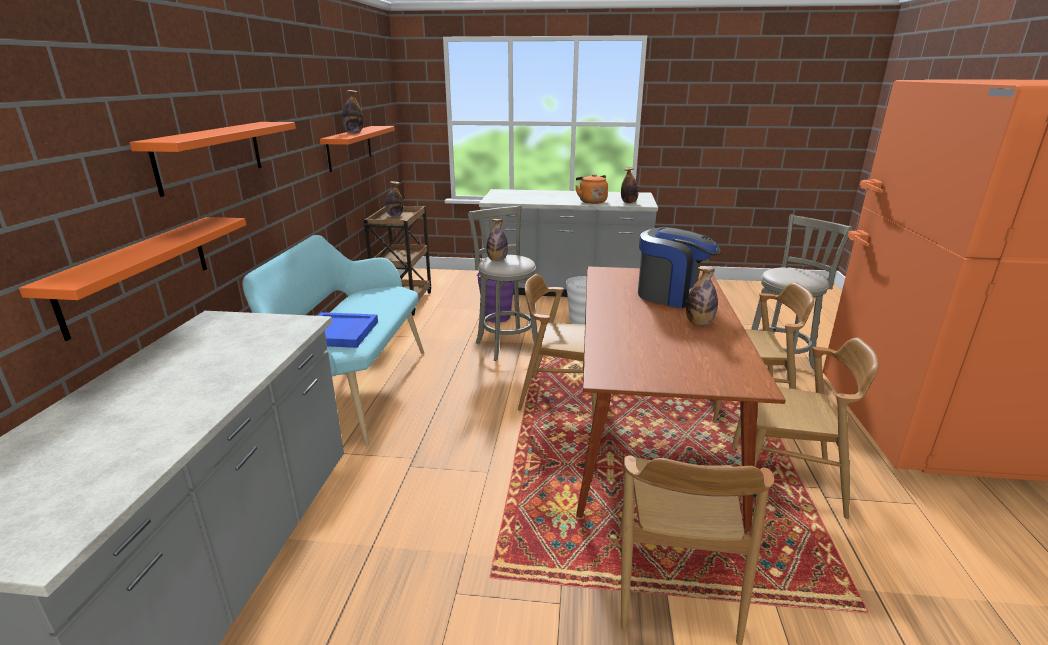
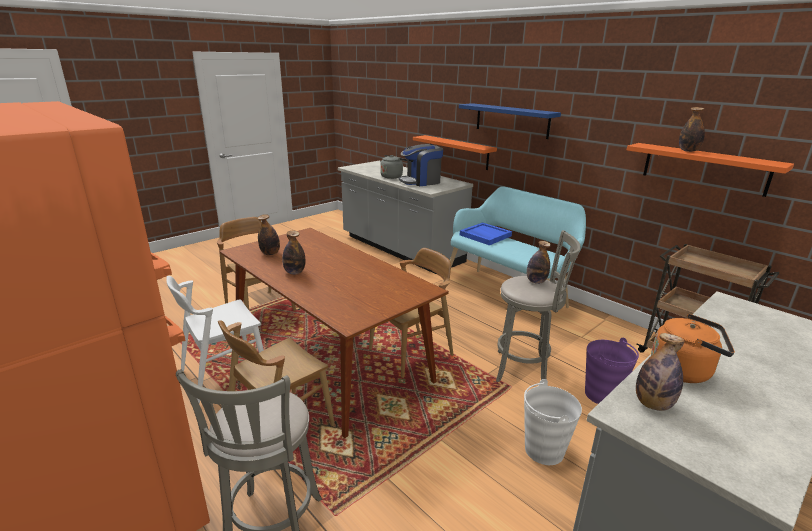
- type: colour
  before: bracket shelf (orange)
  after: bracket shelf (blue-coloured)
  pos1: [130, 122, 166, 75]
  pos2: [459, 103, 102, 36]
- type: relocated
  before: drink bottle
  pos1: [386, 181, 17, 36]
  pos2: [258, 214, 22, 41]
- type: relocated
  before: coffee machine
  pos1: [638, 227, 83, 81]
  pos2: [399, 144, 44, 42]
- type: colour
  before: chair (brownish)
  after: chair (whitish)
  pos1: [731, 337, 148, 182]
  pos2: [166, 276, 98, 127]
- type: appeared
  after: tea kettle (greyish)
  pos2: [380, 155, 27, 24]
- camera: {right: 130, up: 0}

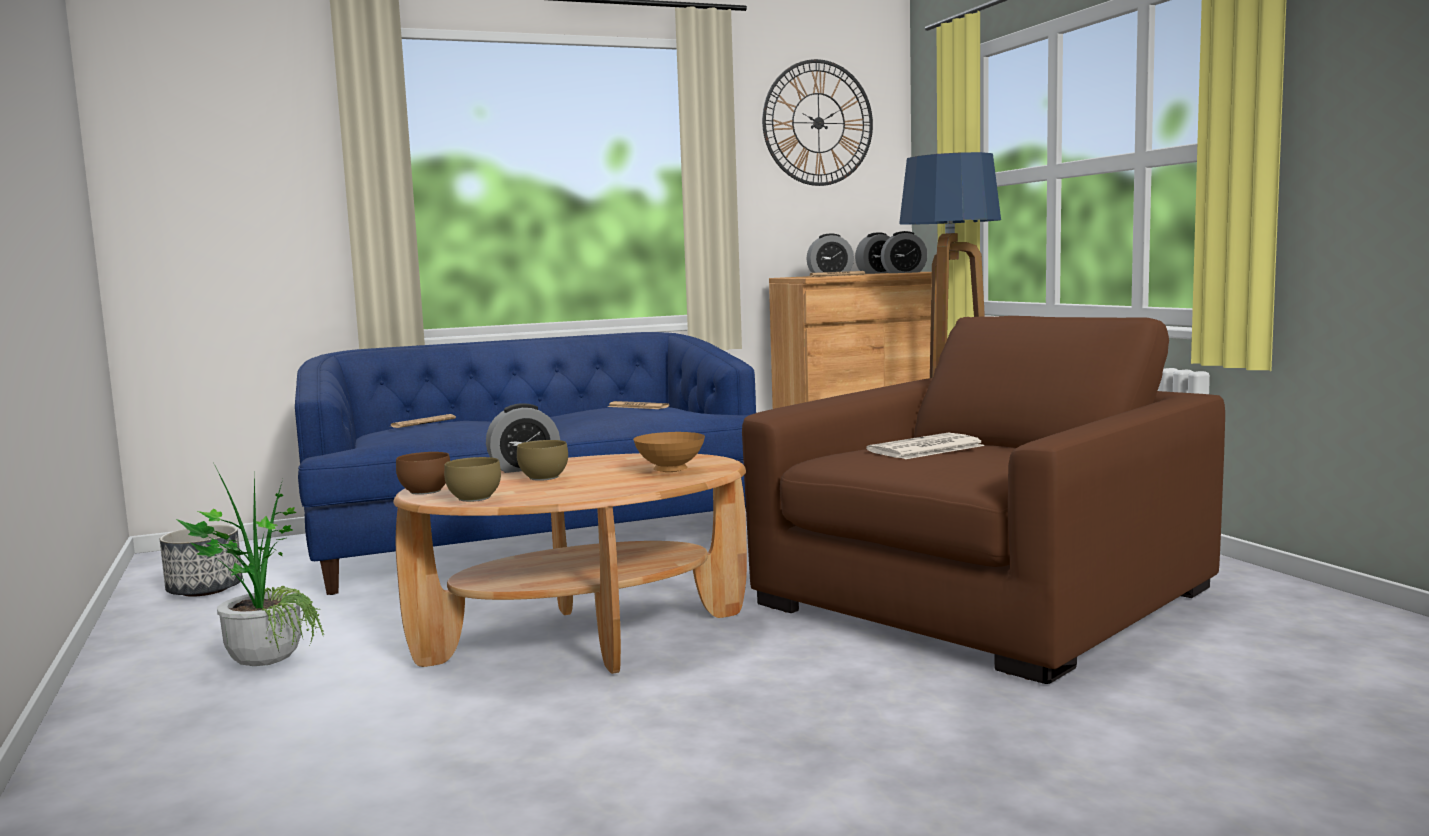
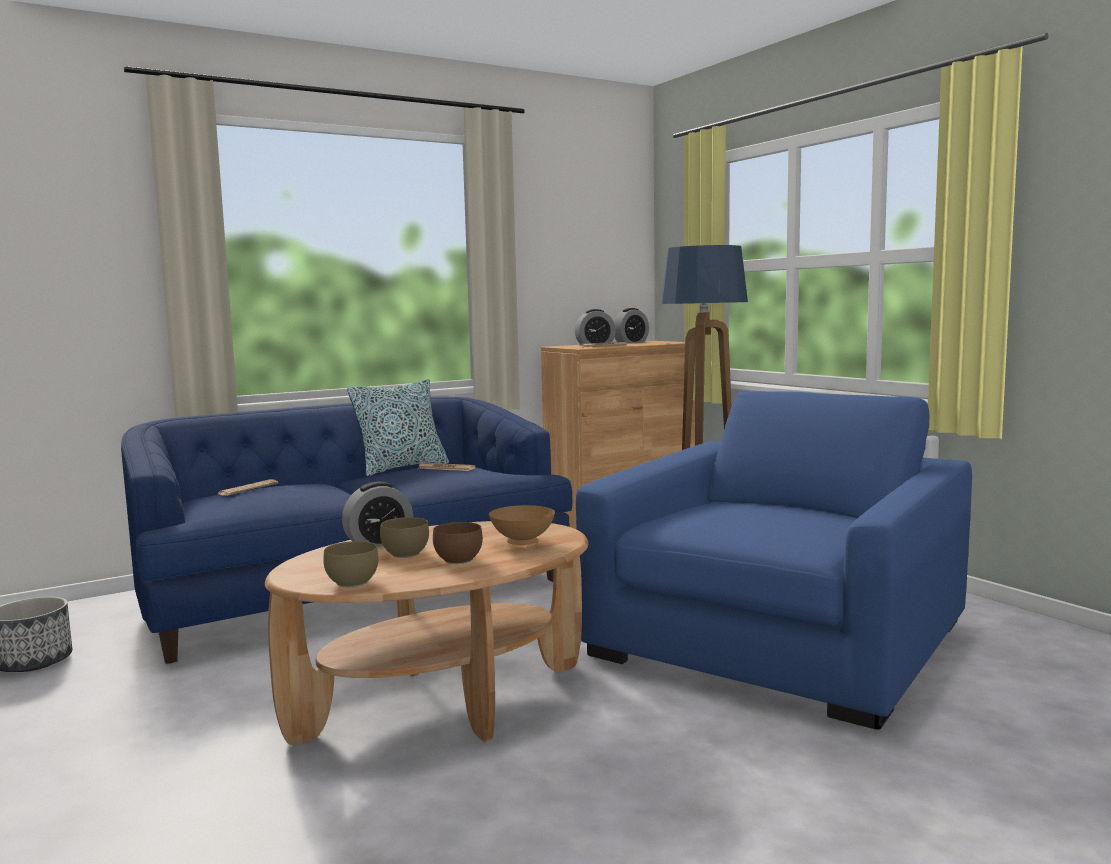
- type: missing
  before: houseplant
  pos1: [177, 464, 148, 202]
- type: relocated
  before: bowl (brownish)
  pos1: [396, 452, 54, 43]
  pos2: [433, 522, 50, 42]
- type: colour
  before: easy chair (brownish)
  after: easy chair (blue-coloured)
  pos1: [742, 316, 483, 368]
  pos2: [576, 391, 396, 338]
- type: missing
  before: hanging clock
  pos1: [762, 59, 111, 127]
- type: missing
  before: newspaper
  pos1: [866, 433, 119, 26]
- type: missing
  before: bedside clock
  pos1: [881, 231, 47, 42]
- type: appeared
  after: pillow
  pos2: [347, 379, 102, 98]
- camera: {right: -10, up: 0}

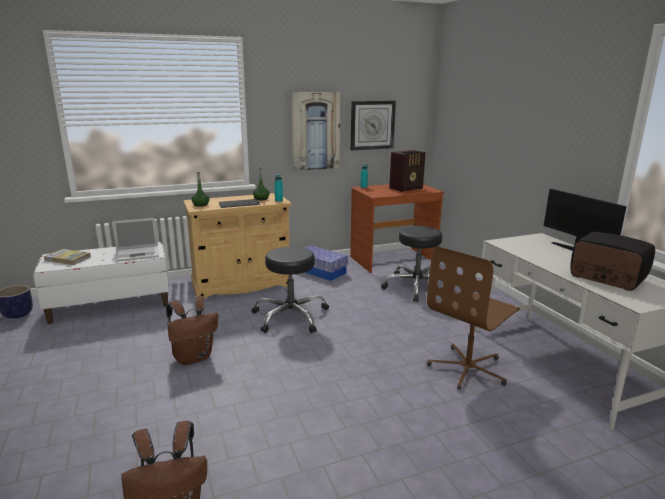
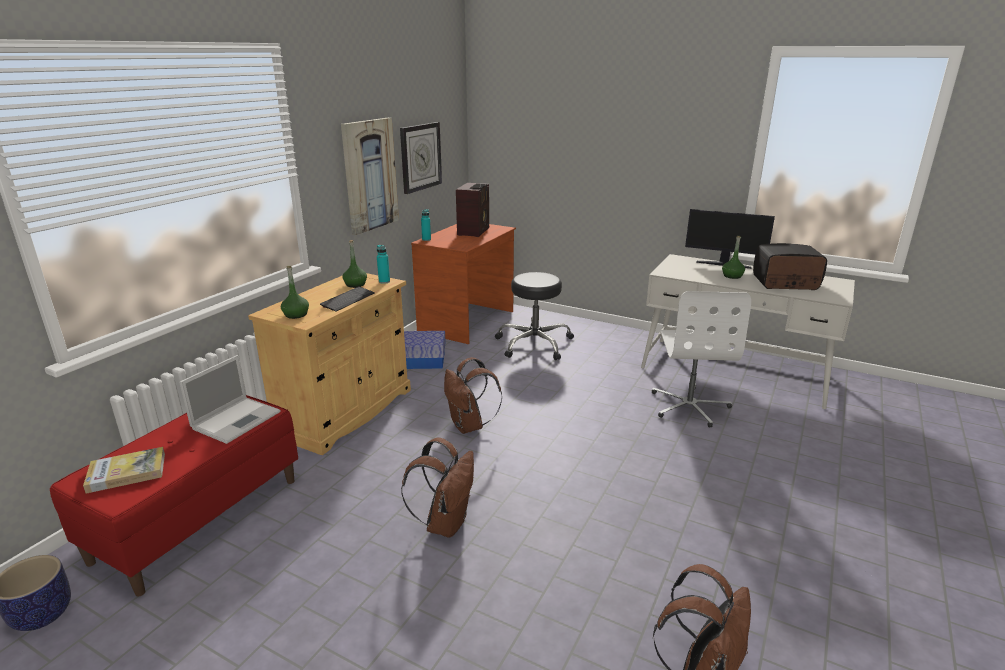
- type: colour
  before: indoor bench (whitish)
  after: indoor bench (red)
  pos1: [34, 242, 135, 82]
  pos2: [50, 395, 248, 202]
- type: exchanged
  before: sitting stool (blackish)
  after: backpack (brownish)
  pos1: [252, 247, 77, 86]
  pos2: [444, 357, 58, 77]
- type: colour
  before: computer chair (brownish)
  after: computer chair (whitish)
  pos1: [427, 246, 93, 144]
  pos2: [652, 291, 99, 137]
- type: appeared
  after: drink bottle (greenish)
  pos2: [722, 236, 23, 43]
- camera: {right: -40, up: 5}

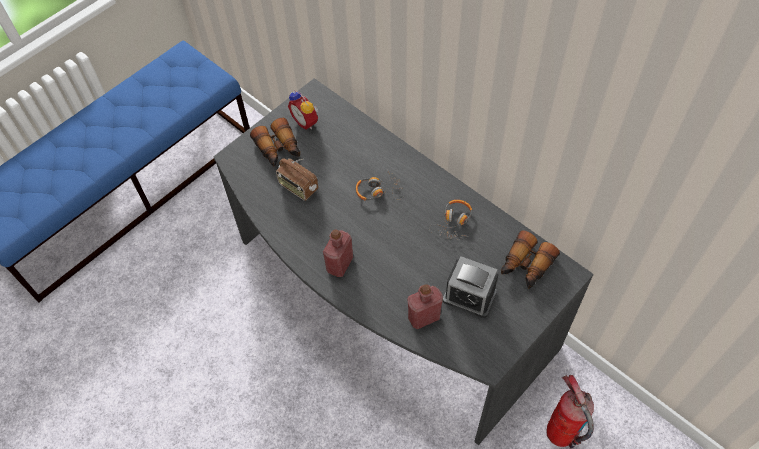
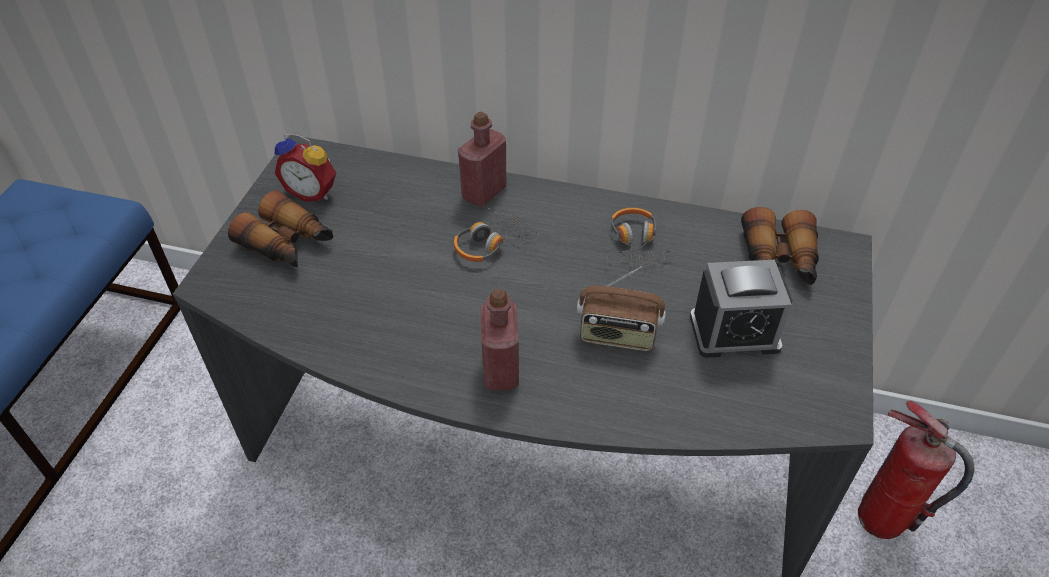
- type: relocated
  before: radio set
  pos1: [276, 158, 42, 43]
  pos2: [577, 266, 89, 85]
- type: relocated
  before: drink bottle (red)
  pos1: [408, 284, 35, 45]
  pos2: [458, 112, 49, 94]
- camera: {right: -30, up: -10}

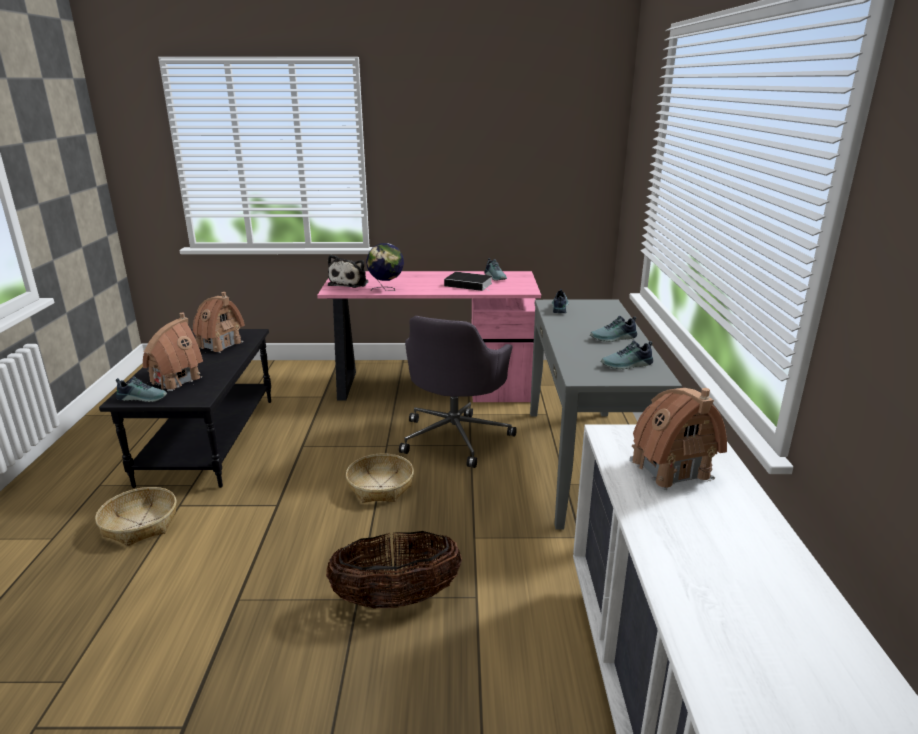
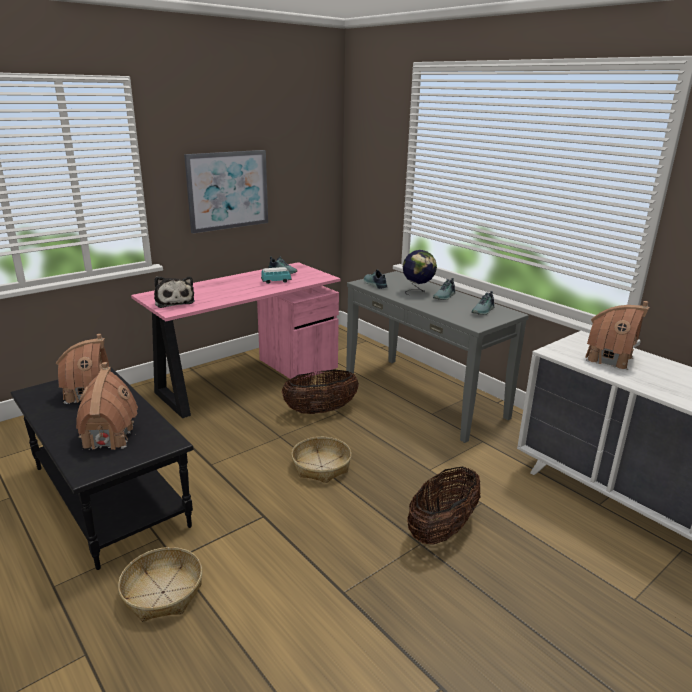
- type: missing
  before: item of footwear
  pos1: [116, 376, 51, 26]
- type: relocated
  before: desk globe
  pos1: [366, 243, 38, 48]
  pos2: [403, 250, 34, 45]
- type: exchanged
  before: computer chair (greyish)
  after: household basket
  pos1: [399, 316, 118, 152]
  pos2: [281, 369, 78, 45]
- type: exchanged
  before: bound book
  after: toy car
  pos1: [444, 272, 48, 19]
  pos2: [261, 267, 31, 17]
- type: appeared
  after: wall picture
  pos2: [184, 150, 84, 84]
- camera: {right: -40, up: 0}

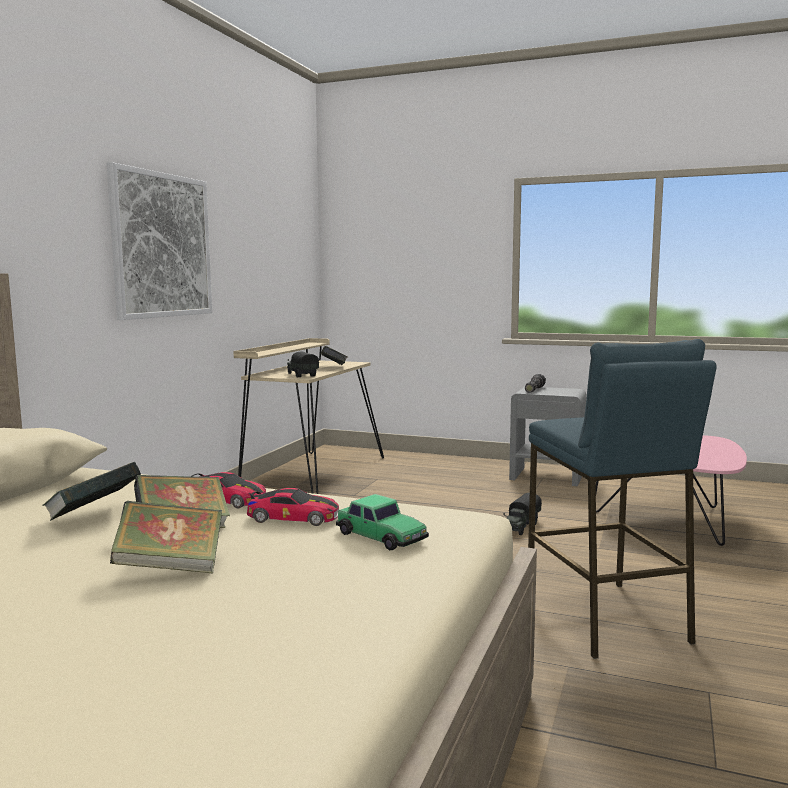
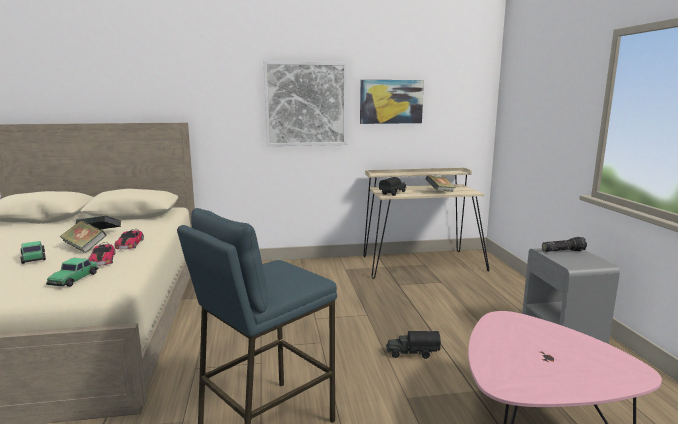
- type: exchanged
  before: bound book
  after: toy car
  pos1: [110, 501, 112, 72]
  pos2: [20, 241, 26, 23]
- type: appeared
  after: wall picture
  pos2: [360, 80, 64, 44]
- camera: {right: 60, up: 5}

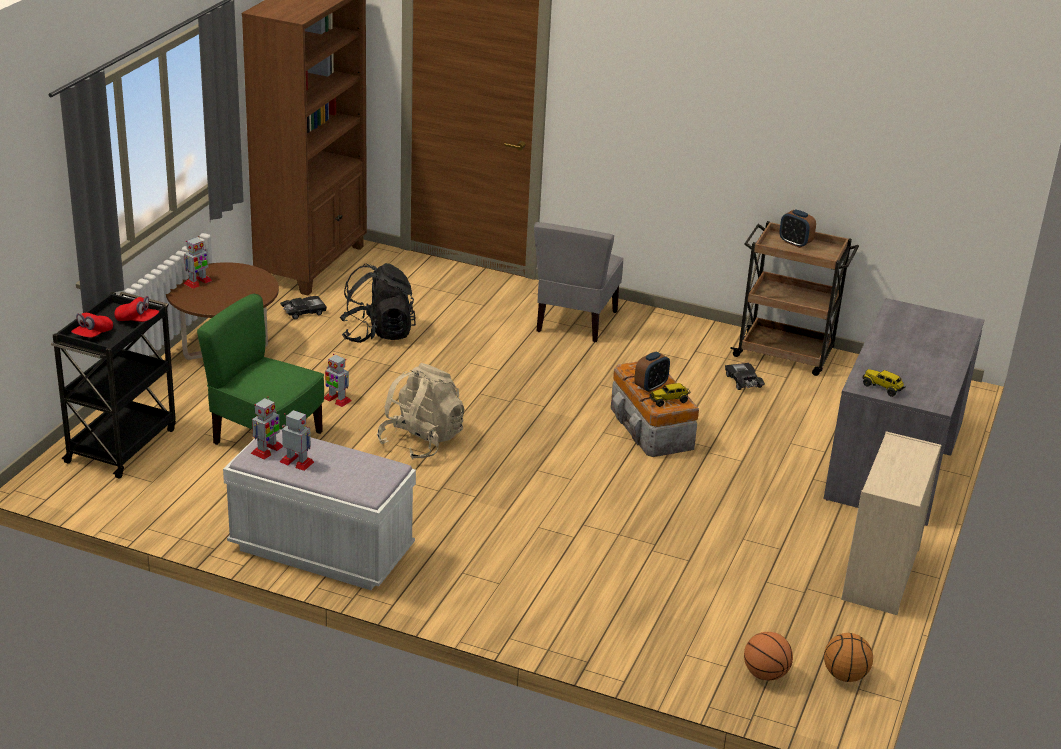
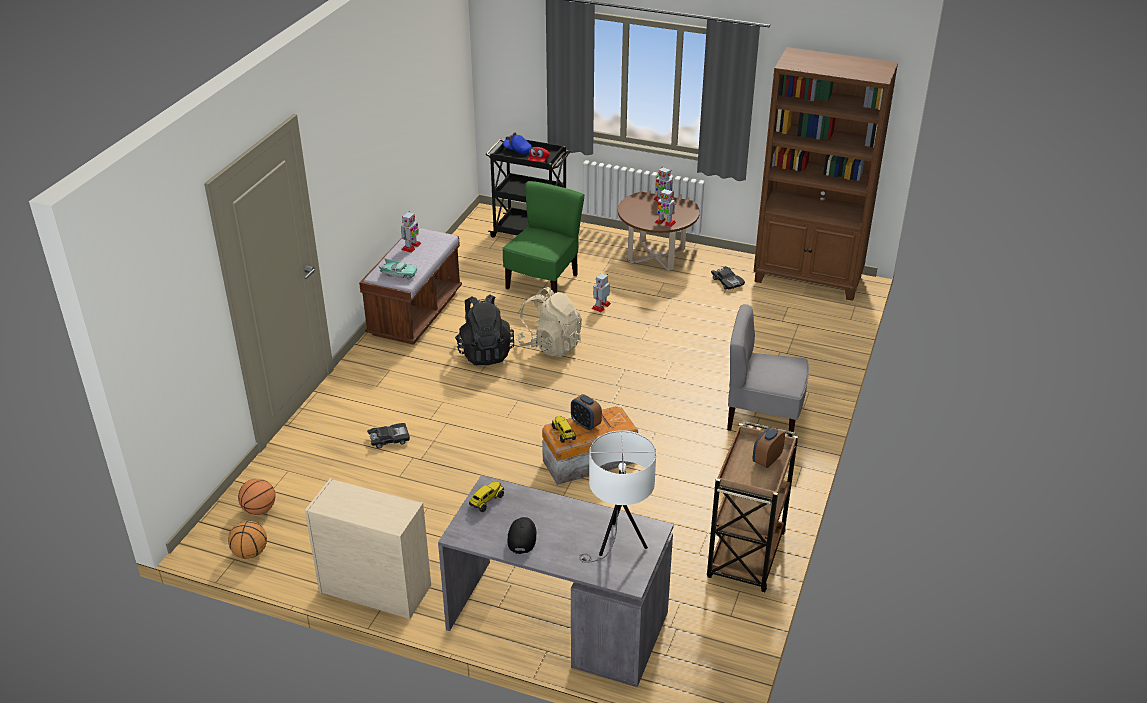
- type: colour
  before: baseball cap (red)
  after: baseball cap (blue-coloured)
  pos1: [71, 313, 42, 25]
  pos2: [503, 132, 29, 23]
- type: colour
  before: indoor bench (whitish)
  after: indoor bench (brownish)
  pos1: [223, 429, 193, 161]
  pos2: [359, 228, 103, 117]
- type: relocated
  before: model robot
  pos1: [251, 396, 32, 64]
  pos2: [655, 188, 21, 39]
- type: relocated
  before: backpack (blackish)
  pos1: [340, 263, 76, 80]
  pos2: [455, 294, 59, 71]
- type: relocated
  before: toy car (blackish)
  pos1: [725, 363, 40, 27]
  pos2: [367, 423, 43, 26]
- type: appeared
  after: toy car (turquoise)
  pos2: [378, 258, 39, 21]
- type: appeared
  after: baseball cap (blackish)
  pos2: [508, 517, 28, 37]
- type: appeared
  after: table lamp (whitish)
  pos2: [579, 430, 77, 133]
- camera: {right: 90, up: 5}

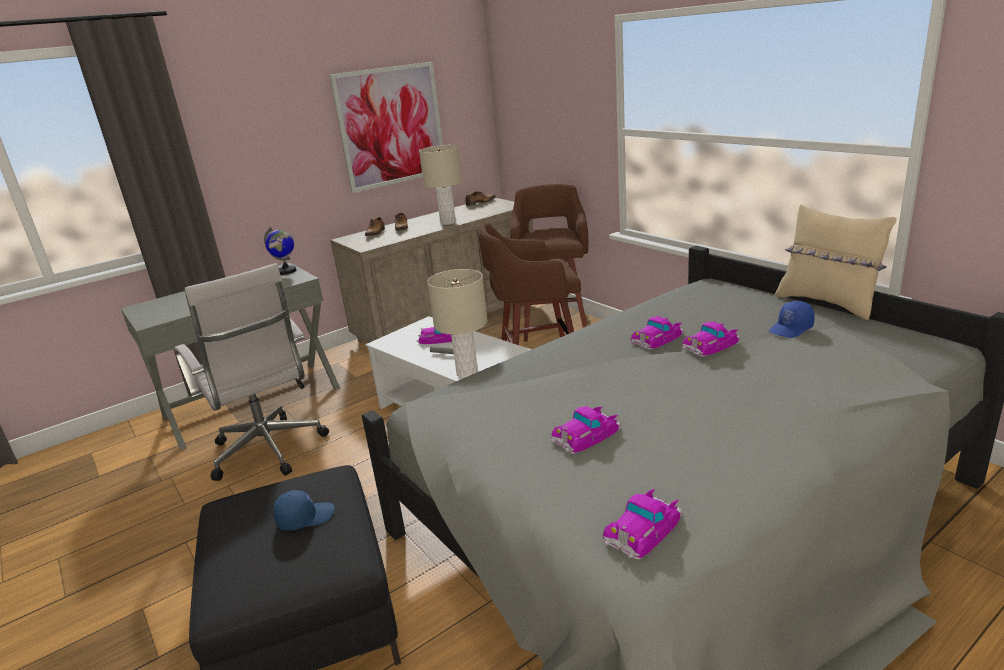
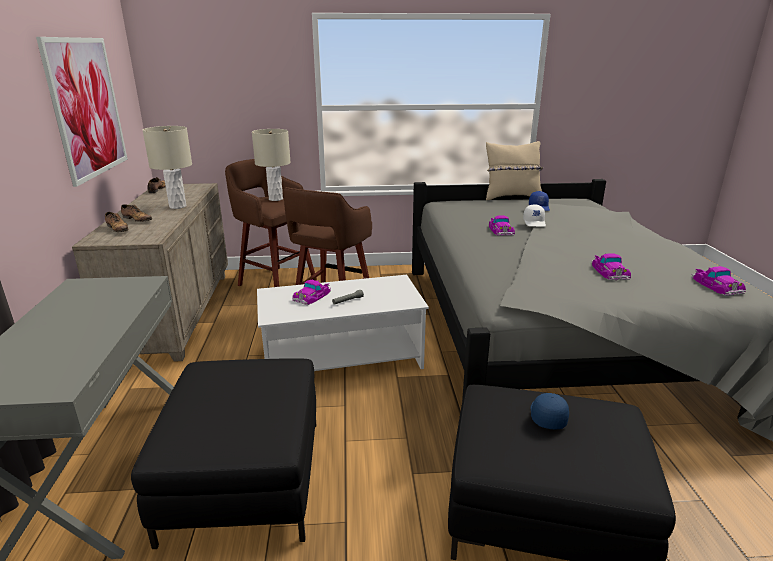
- type: exchanged
  before: computer chair (whitish)
  after: pouffe (blackish)
  pos1: [174, 263, 155, 218]
  pos2: [131, 358, 185, 191]
- type: missing
  before: desk globe
  pos1: [264, 227, 32, 48]
- type: relocated
  before: table lamp (beige-coloured)
  pos1: [427, 269, 61, 109]
  pos2: [252, 129, 39, 72]
- type: exchanged
  before: toy car
  after: baseball cap (whitish)
  pos1: [682, 322, 58, 35]
  pos2: [523, 204, 23, 23]
- camera: {right: -60, up: 0}

